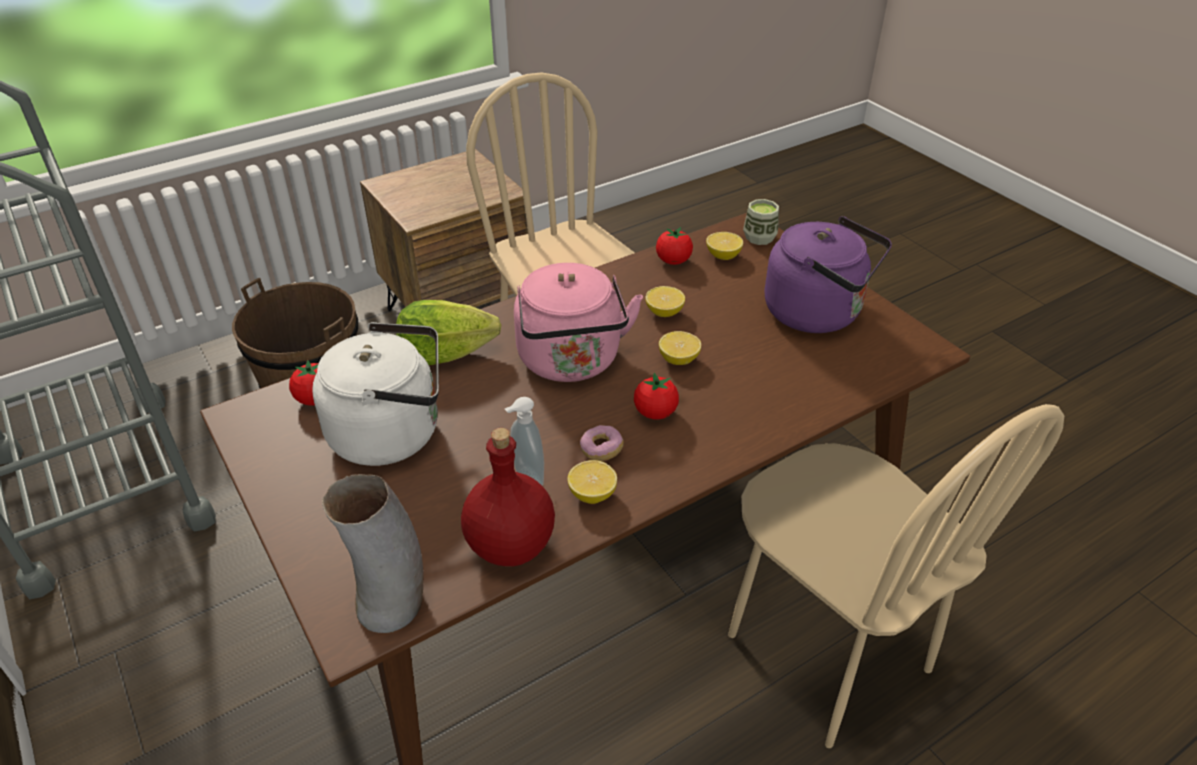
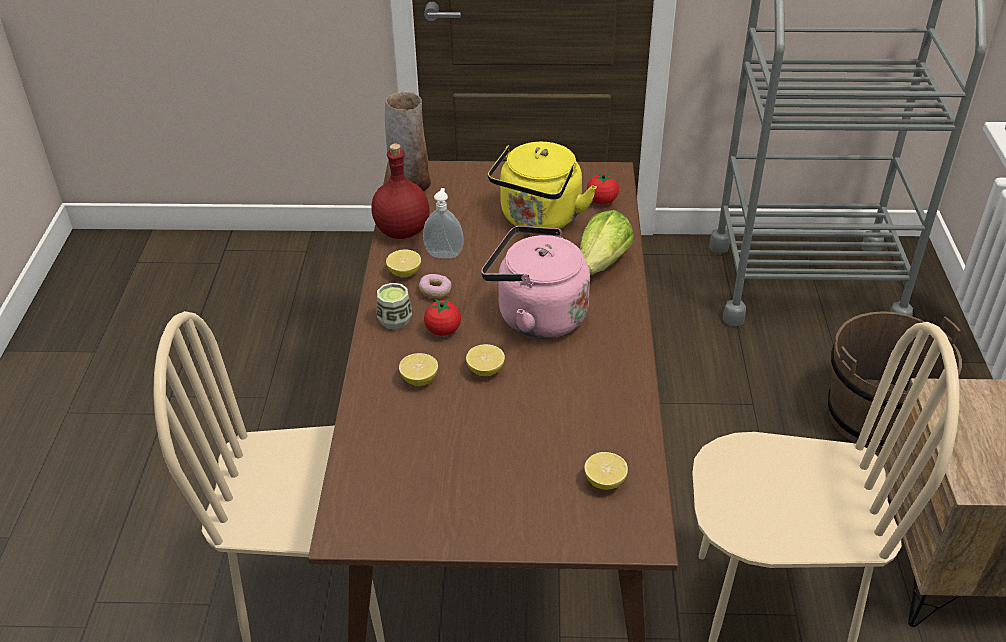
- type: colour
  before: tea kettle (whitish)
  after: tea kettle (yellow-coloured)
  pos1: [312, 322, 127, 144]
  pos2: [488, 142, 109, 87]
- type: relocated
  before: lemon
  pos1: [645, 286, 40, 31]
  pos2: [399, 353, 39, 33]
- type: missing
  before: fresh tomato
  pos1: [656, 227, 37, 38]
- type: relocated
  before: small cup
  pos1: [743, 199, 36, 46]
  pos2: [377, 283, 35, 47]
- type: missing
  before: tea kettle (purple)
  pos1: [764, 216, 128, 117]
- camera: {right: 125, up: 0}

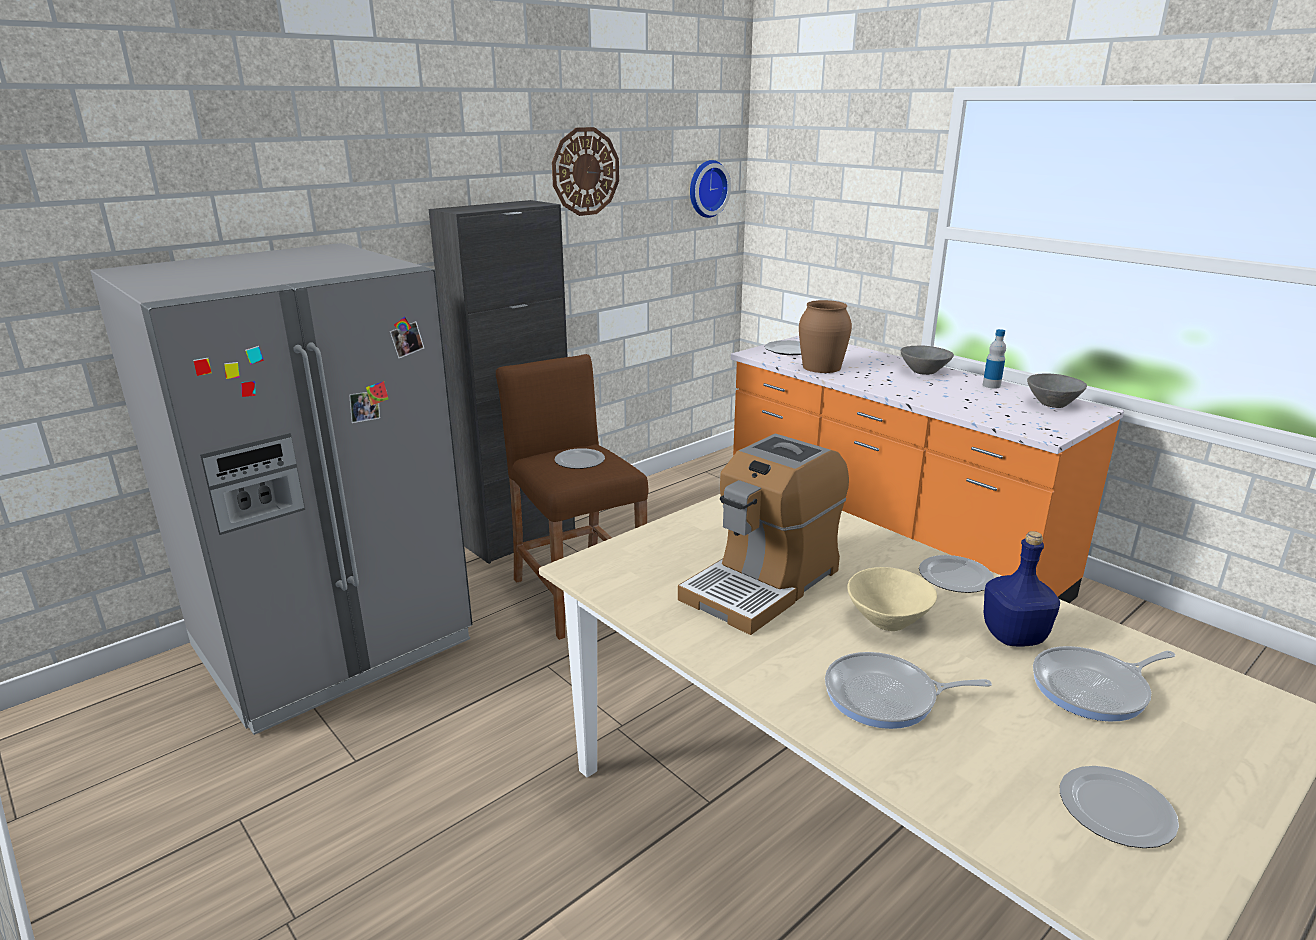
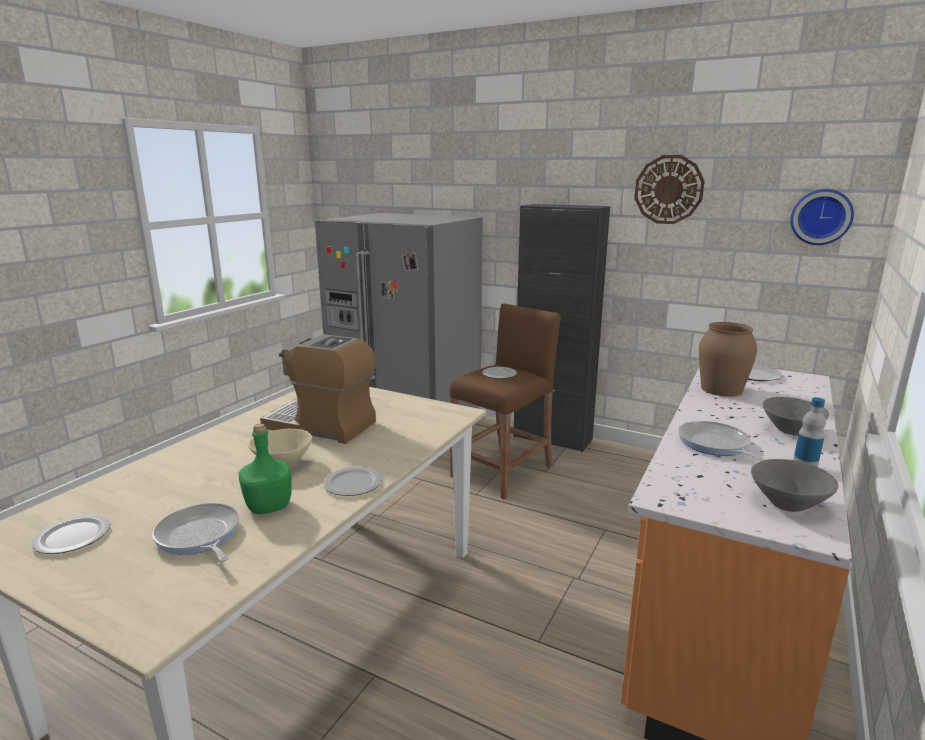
- type: relocated
  before: pan
  pos1: [825, 652, 167, 77]
  pos2: [678, 421, 88, 40]
- type: colour
  before: drink bottle (blue-coloured)
  after: drink bottle (greenish)
  pos1: [984, 531, 76, 116]
  pos2: [239, 424, 53, 90]
- camera: {right: 70, up: -5}

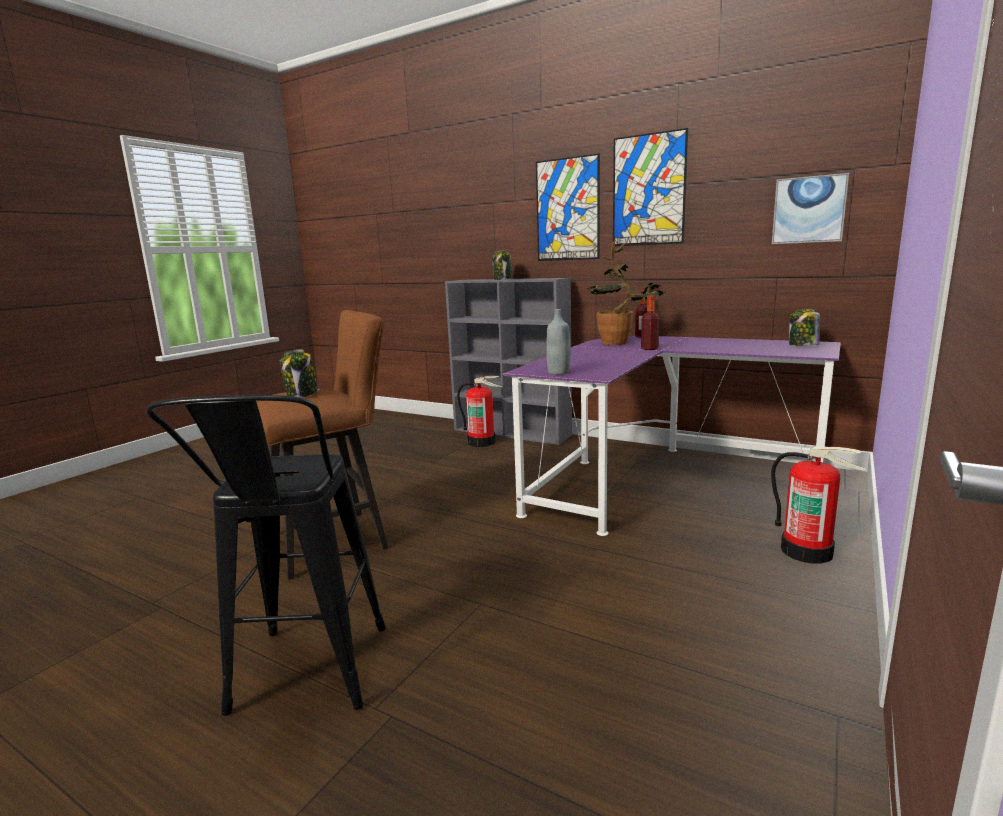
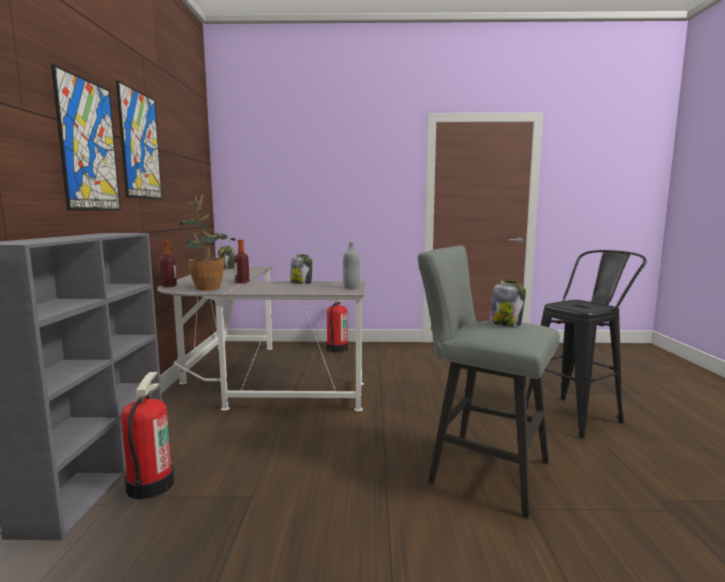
- type: colour
  before: sitting stool (brownish)
  after: sitting stool (greyish)
  pos1: [256, 310, 132, 270]
  pos2: [417, 245, 143, 273]
- type: relocated
  before: storage jar
  pos1: [492, 250, 21, 30]
  pos2: [290, 254, 23, 30]
- type: colour
  before: desk unit (purple)
  after: desk unit (greyish)
  pos1: [503, 336, 338, 200]
  pos2: [157, 267, 209, 144]
- type: missing
  before: wall picture
  pos1: [772, 173, 77, 71]
- camera: {right: -120, up: -5}

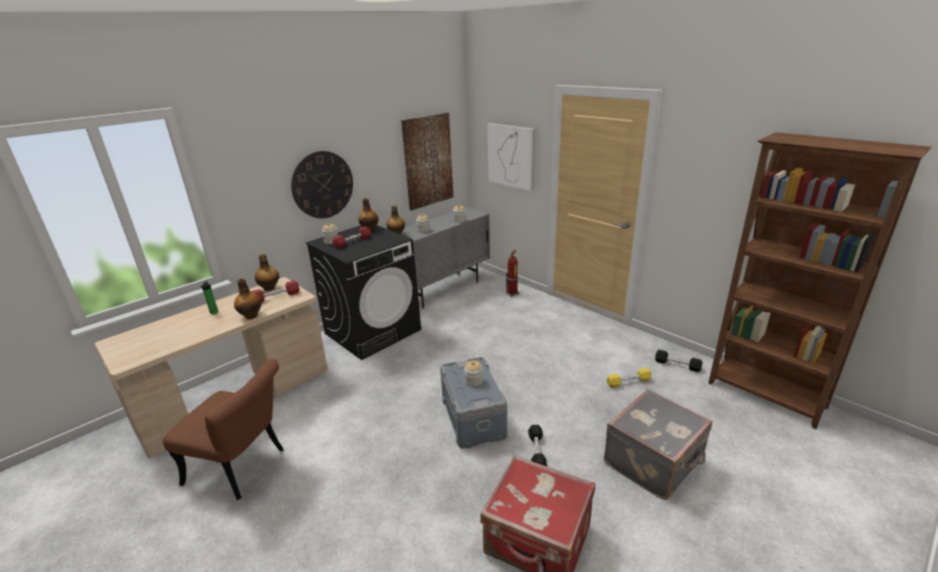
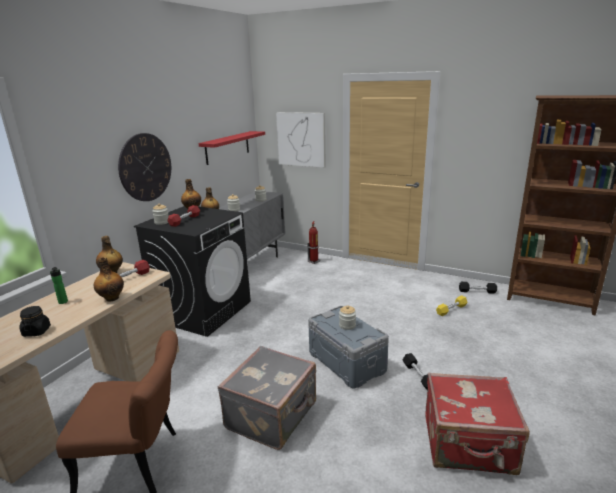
- type: exchanged
  before: wall picture
  after: bracket shelf (red)
  pos1: [401, 112, 52, 98]
  pos2: [199, 131, 66, 34]
- type: relocated
  before: piece of luggage (greyish)
  pos1: [604, 389, 108, 111]
  pos2: [218, 346, 98, 104]
- type: appeared
  after: storage jar (blackish)
  pos2: [19, 306, 32, 31]
- camera: {right: -20, up: -5}

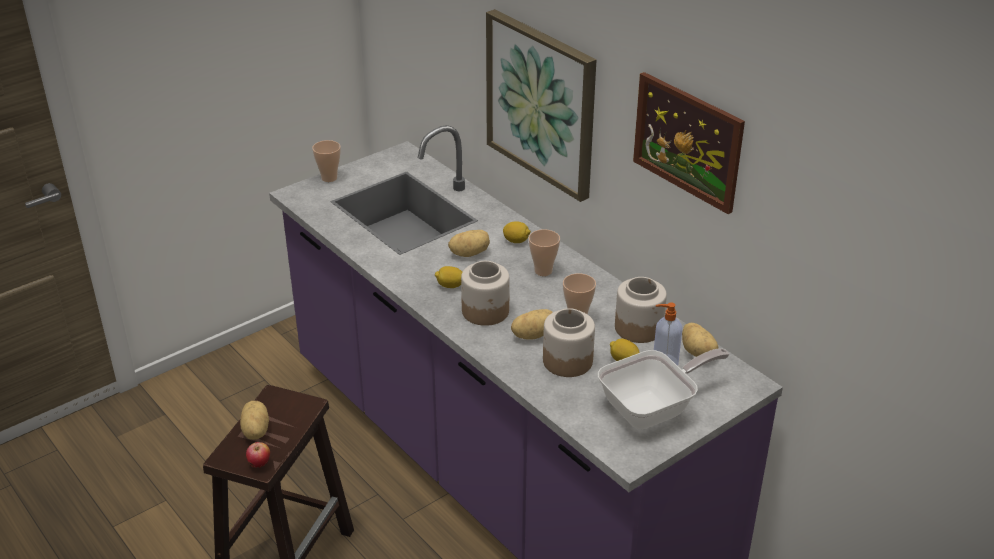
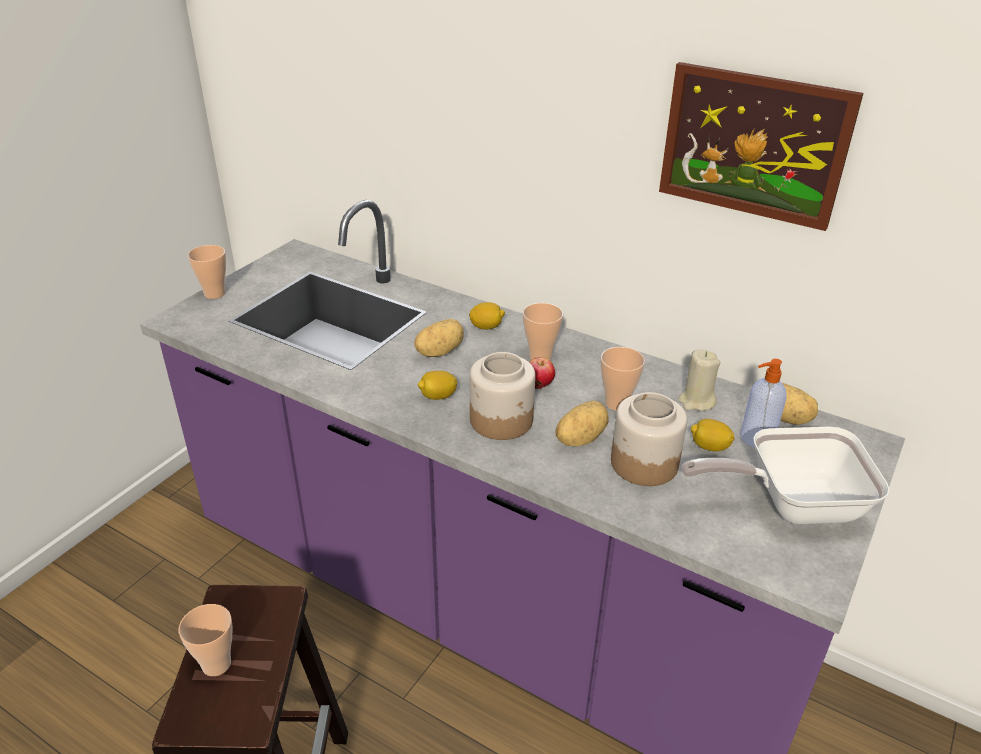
- type: exchanged
  before: whole potato
  after: small cup
  pos1: [240, 401, 29, 39]
  pos2: [178, 604, 55, 72]
- type: relocated
  before: apple fruit
  pos1: [246, 442, 24, 26]
  pos2: [529, 357, 26, 32]
- type: missing
  before: wall picture
  pos1: [486, 9, 110, 193]
- type: spun
  before: pan
  pos1: [598, 348, 131, 81]
  pos2: [682, 427, 208, 97]
  turn: -135
- type: exchanged
  before: storage jar
  after: candle (beige-coloured)
  pos1: [615, 277, 52, 66]
  pos2: [678, 349, 42, 62]
- camera: {right: -20, up: 0}

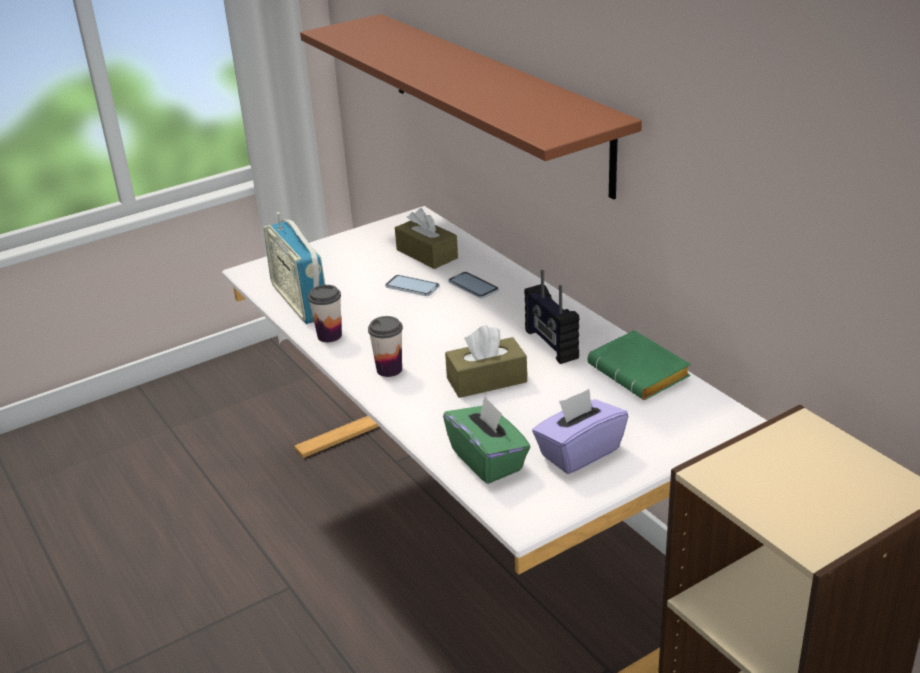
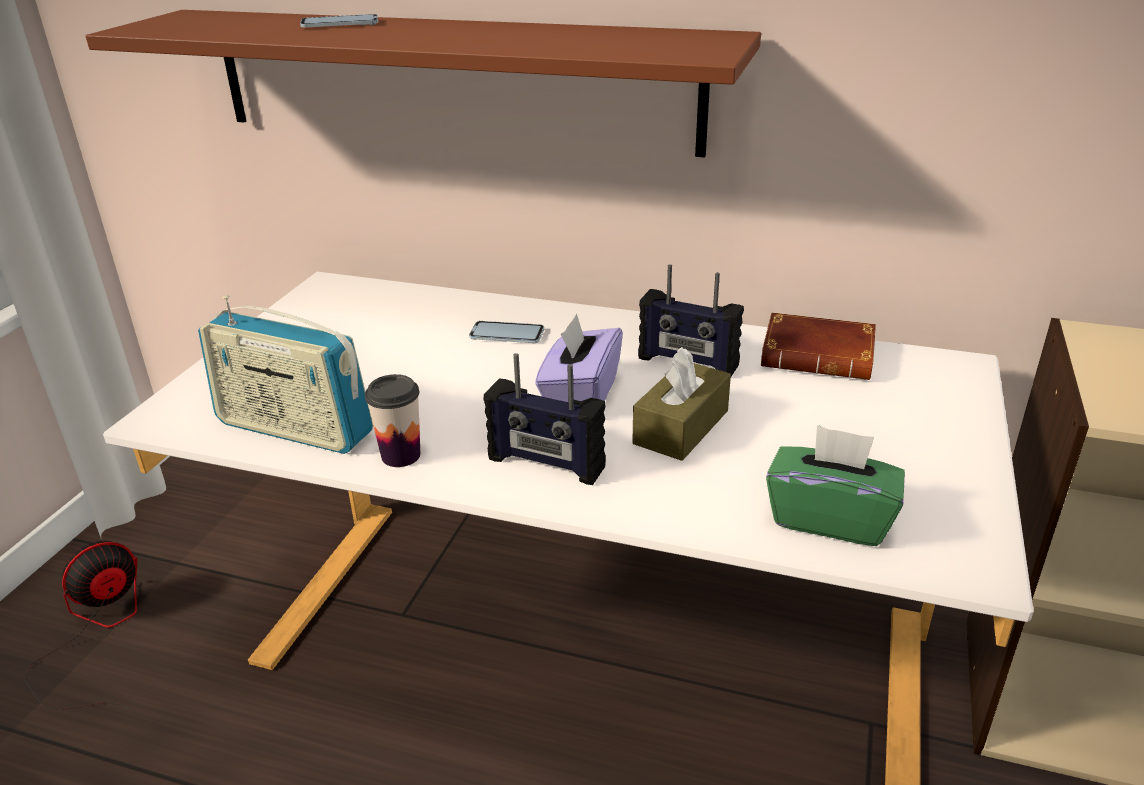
- type: exchanged
  before: small cup
  after: radio set
  pos1: [368, 316, 35, 61]
  pos2: [484, 353, 122, 132]
- type: relocated
  before: phone
  pos1: [385, 275, 55, 21]
  pos2: [300, 14, 78, 14]
- type: missing
  before: tissue box (brownish)
  pos1: [395, 208, 63, 61]
- type: relocated
  before: tissue box (purple)
  pos1: [532, 389, 96, 85]
  pos2: [535, 314, 88, 88]
- type: colour
  before: bound book (greenish)
  after: bound book (brownish)
  pos1: [588, 330, 103, 70]
  pos2: [761, 313, 115, 67]
- type: appeared
  after: fan
  pos2: [25, 541, 116, 181]
- camera: {right: -40, up: 0}

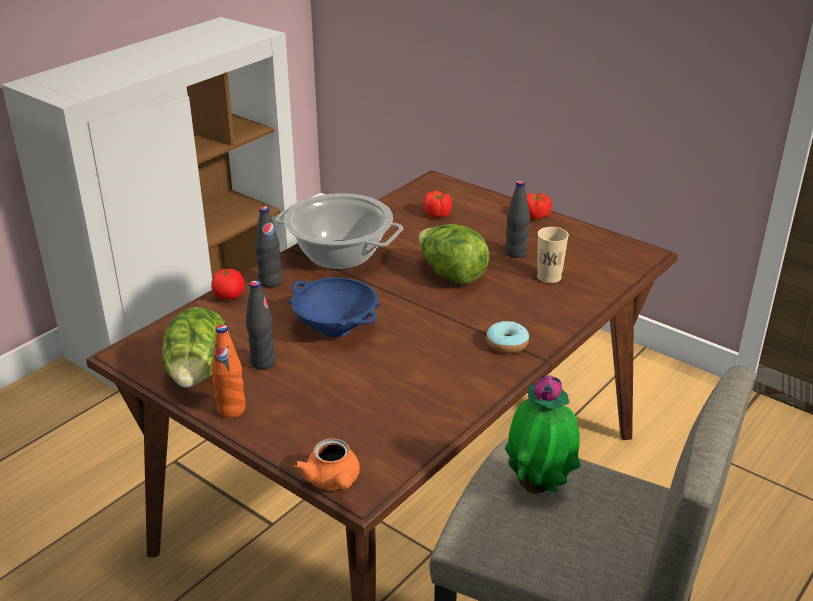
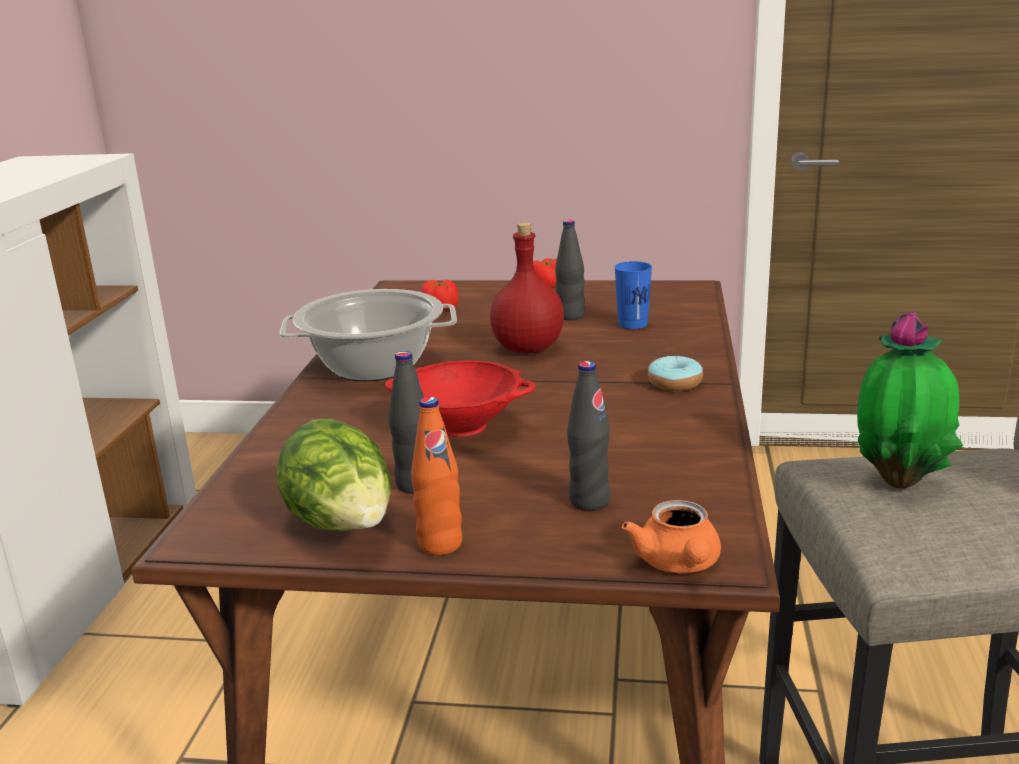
- type: missing
  before: fresh tomato
  pos1: [211, 269, 33, 31]
- type: relocated
  before: drink bottle (blackish)
  pos1: [255, 206, 27, 81]
  pos2: [567, 361, 43, 150]
- type: colour
  before: bowl (blue-coloured)
  after: bowl (red)
  pos1: [289, 277, 92, 60]
  pos2: [385, 360, 151, 77]
- type: spun
  before: teapot (orange)
  pos1: [294, 438, 66, 52]
  pos2: [622, 500, 99, 73]
  turn: 45
- type: exchanged
  before: lettuce
  after: drink bottle (red)
  pos1: [419, 224, 70, 61]
  pos2: [490, 223, 74, 130]
- type: colour
  before: small cup (beige-coloured)
  after: small cup (blue-coloured)
  pos1: [537, 227, 32, 56]
  pos2: [614, 261, 38, 68]
- camera: {right: -30, up: -10}

